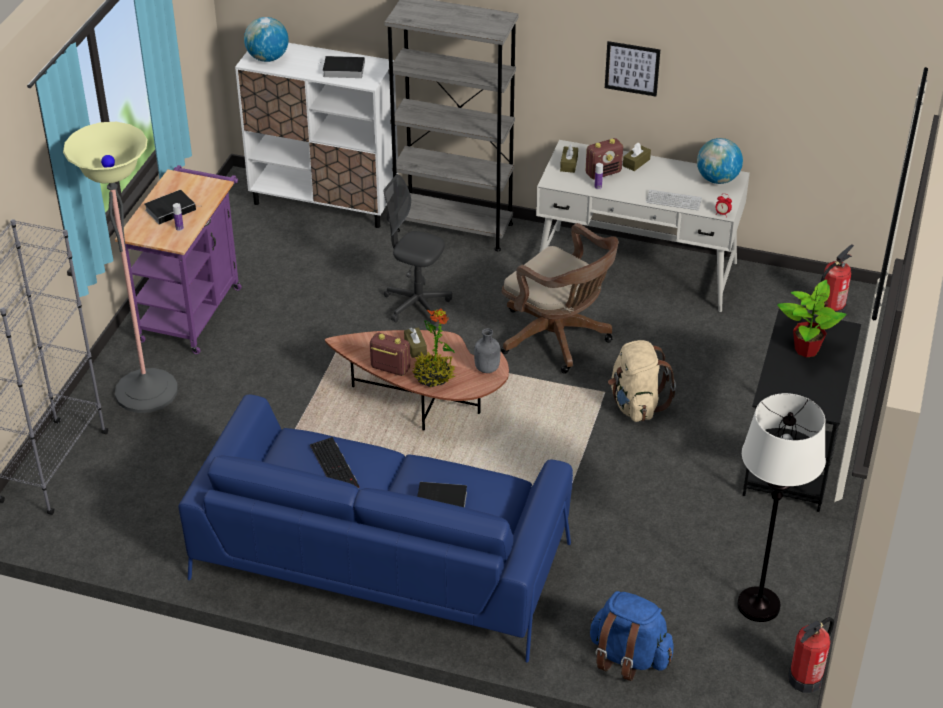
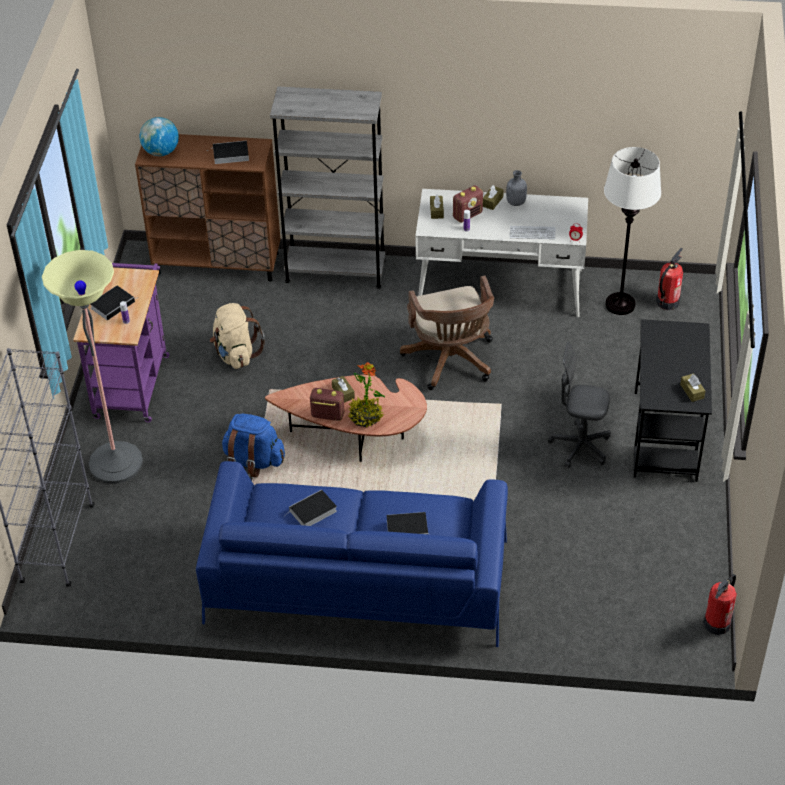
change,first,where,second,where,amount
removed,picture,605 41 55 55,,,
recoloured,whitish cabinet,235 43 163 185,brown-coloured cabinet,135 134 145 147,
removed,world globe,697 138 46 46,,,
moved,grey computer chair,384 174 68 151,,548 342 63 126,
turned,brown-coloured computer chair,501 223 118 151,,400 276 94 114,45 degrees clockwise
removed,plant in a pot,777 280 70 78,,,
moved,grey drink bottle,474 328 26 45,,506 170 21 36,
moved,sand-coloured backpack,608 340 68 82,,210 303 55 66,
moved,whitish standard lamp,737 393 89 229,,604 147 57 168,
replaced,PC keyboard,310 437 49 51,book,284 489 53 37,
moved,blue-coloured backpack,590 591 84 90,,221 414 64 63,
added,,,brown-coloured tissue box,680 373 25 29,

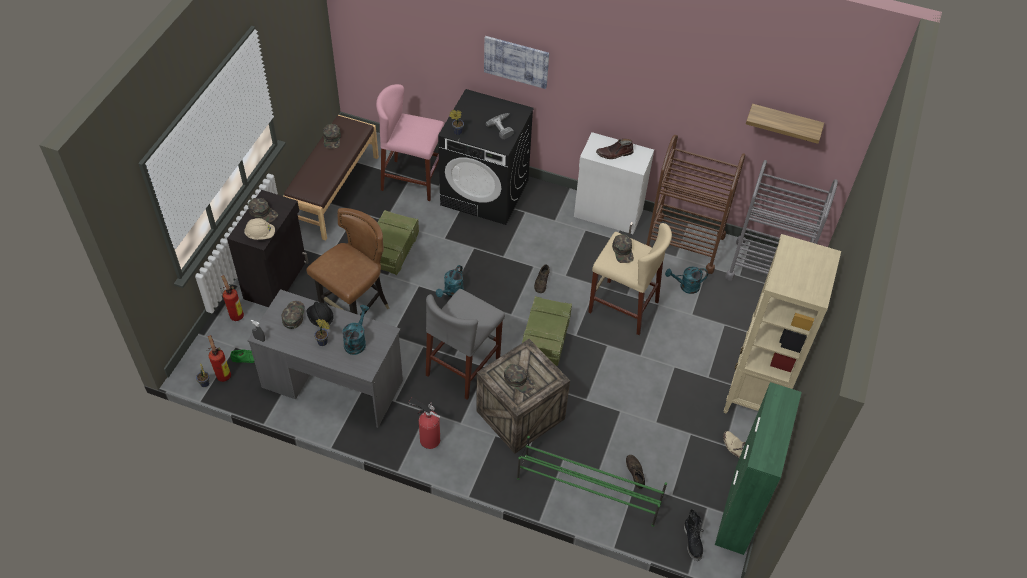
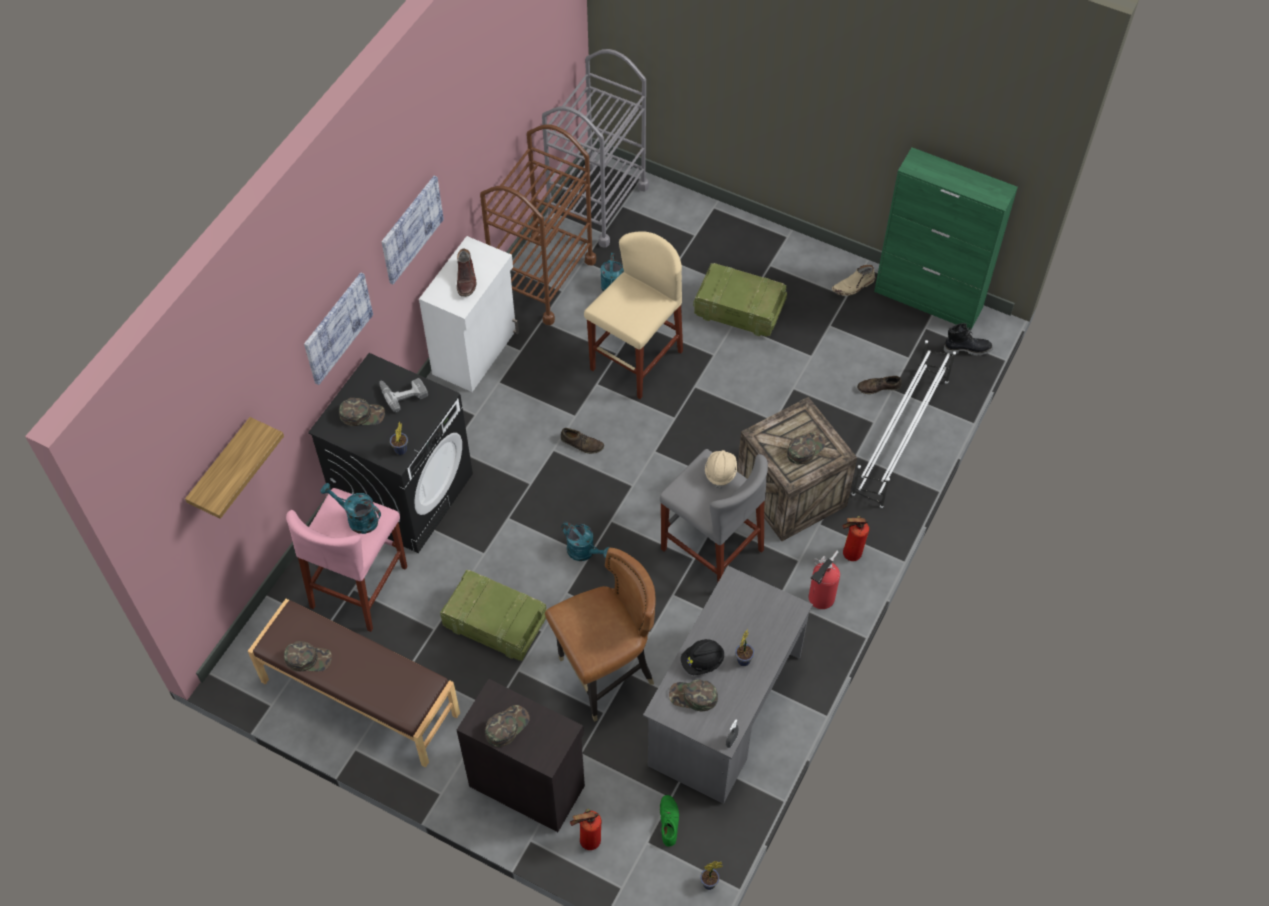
change,first,where,second,where,amount
moved,shelf,746 104 78 40,,185 417 99 102,
turned,brown-coloured chair,307 208 83 107,,545 548 111 174,105 degrees clockwise
moved,sand-coloured safety helmet,244 218 31 22,,705 450 32 39,
moved,green-coloured cap,612 234 22 29,,339 398 46 28,
removed,sand-coloured shelving unit,724 234 117 180,,,
moved,crate,522 296 50 70,,693 263 94 73,
moved,turquoise-coloured watering can,342 305 27 50,,320 483 61 51,
moved,fire-fighting cylinder,206 335 25 47,,842 516 27 45,
recoloured,green-coloured shoe rack,517 436 150 91,whitish shoe rack,852 340 104 168,
added,,,picture,381 176 63 108,

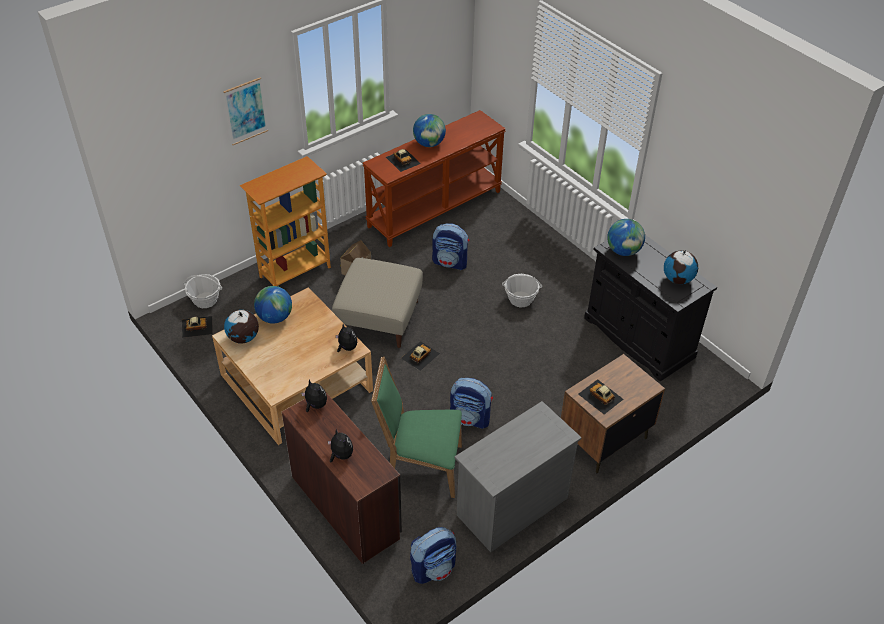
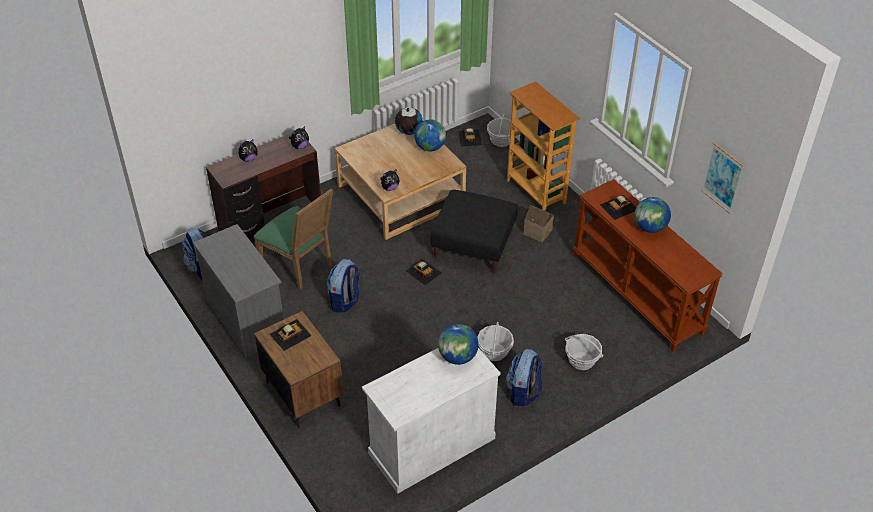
change,first,where,second,where,amount
moved,picture,223 77 45 68,,701 142 43 72,
moved,backpack,432 223 37 47,,506 349 37 57,
recoloured,black cabinet,584 235 133 146,whitish cabinet,362 348 139 146,
removed,world globe,664 250 34 34,,,
recoloured,sand-coloured footrest,332 258 91 90,black footrest,431 190 87 83,
turned,green-coloured chair,371 356 91 142,,254 188 79 101,120 degrees clockwise
added,,,basket,565 334 38 36,

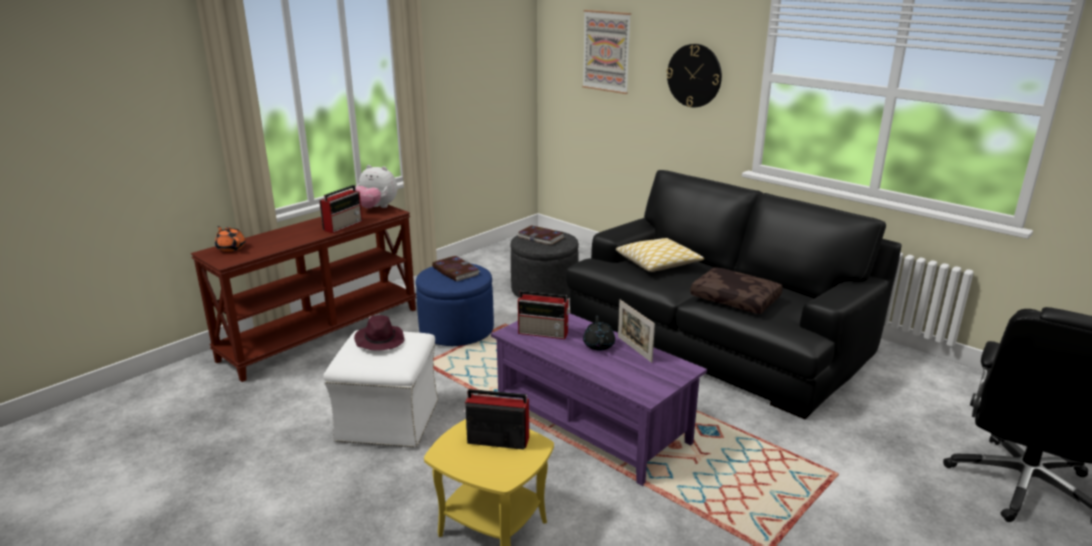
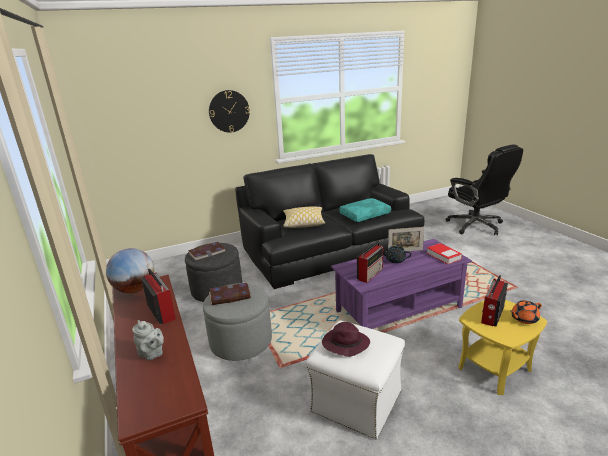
change,first,where,second,where,amount
removed,picture,582 10 49 84,,,
replaced,plush toy,355 165 43 43,world globe,106 248 48 45,
moved,orangey teapot,215 226 31 26,,510 301 32 23,
recoloured,blue-coloured footrest,416 264 78 82,grey footrest,203 283 69 78,
recoloured,brown-coloured cushion,690 267 93 47,turquoise-coloured cushion,339 198 52 24,
added,,,book,427 243 35 21,
added,,,grey teapot,132 320 32 40,

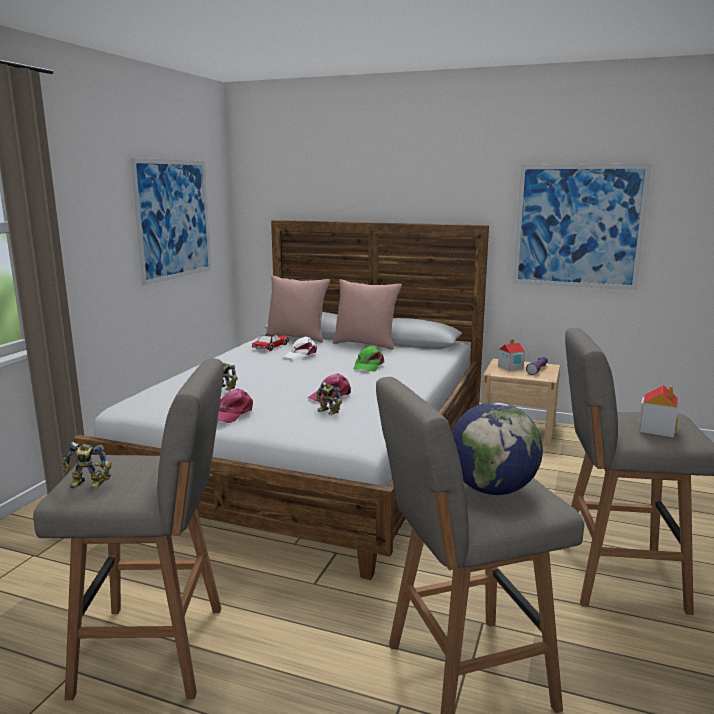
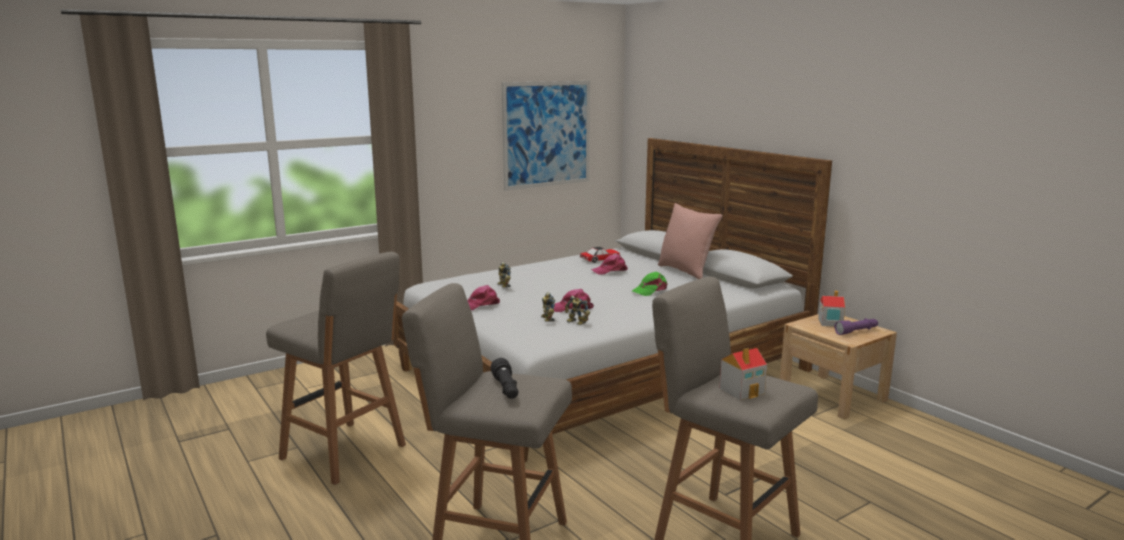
change,first,where,second,where,amount
removed,picture,513 164 139 126,,,
removed,pink cushion,266 275 64 68,,,
recoloured,whitish cap,284 337 33 23,pink cap,591 254 37 21,
replaced,world globe,452 402 91 93,black flashlight,491 358 27 41,
moved,toy robot,61 442 51 46,,565 295 25 30,

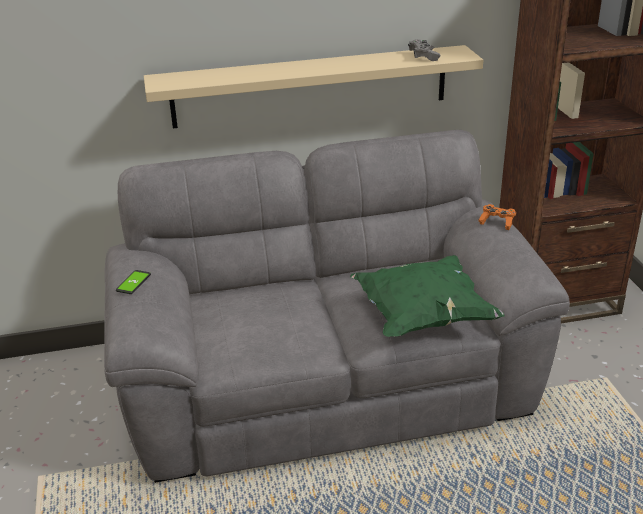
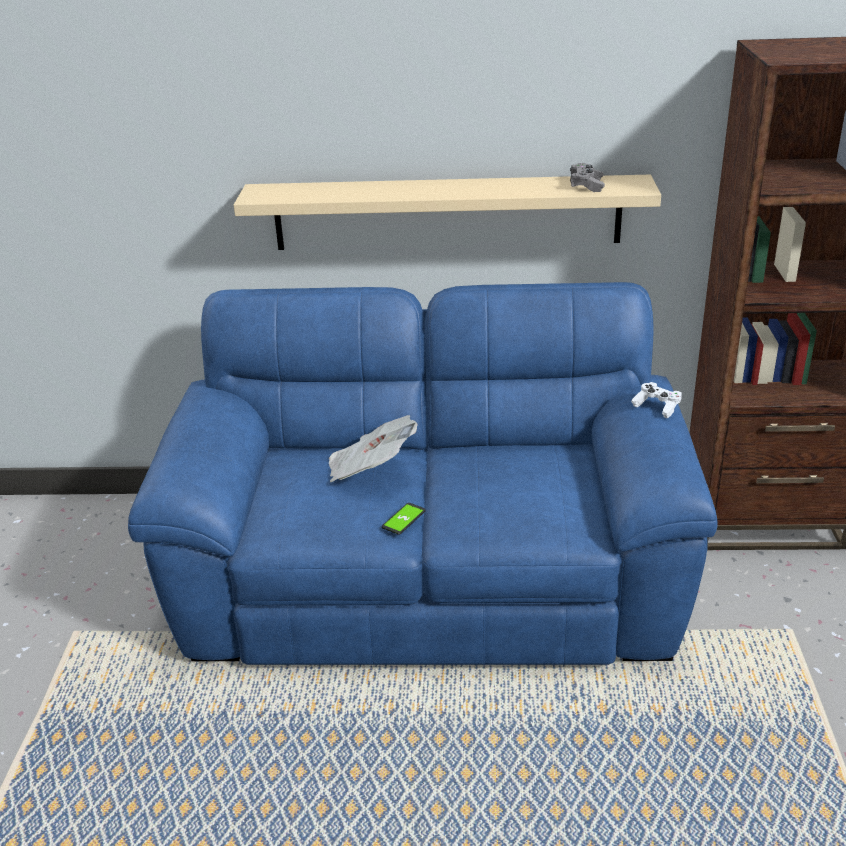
change,first,where,second,where,amount
recoloured,grey settee,104 130 466 353,blue-coloured settee,128 282 590 383,
recoloured,orangey game controller,478 204 38 26,whitish game controller,631 382 51 36,
removed,green-coloured cushion,350 255 155 82,,,
moved,phone,116 270 35 24,,382 503 44 32,
added,,,daily paper,329 415 88 67,

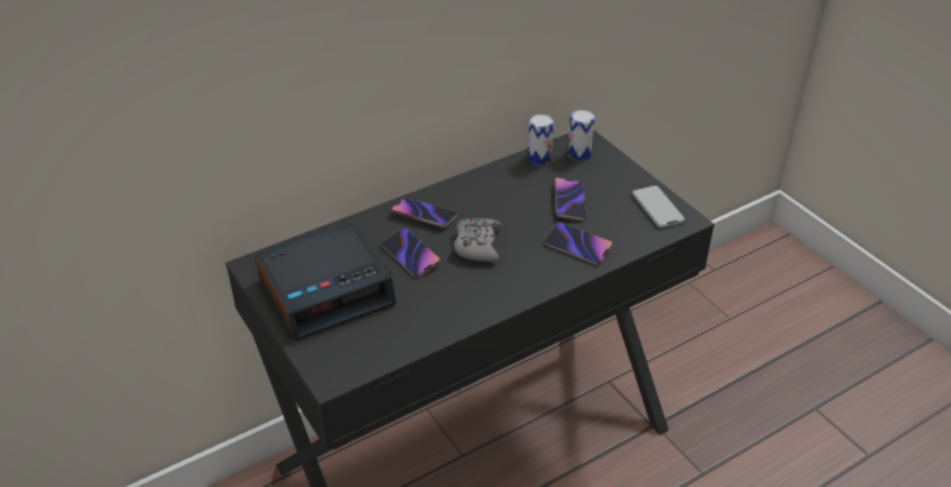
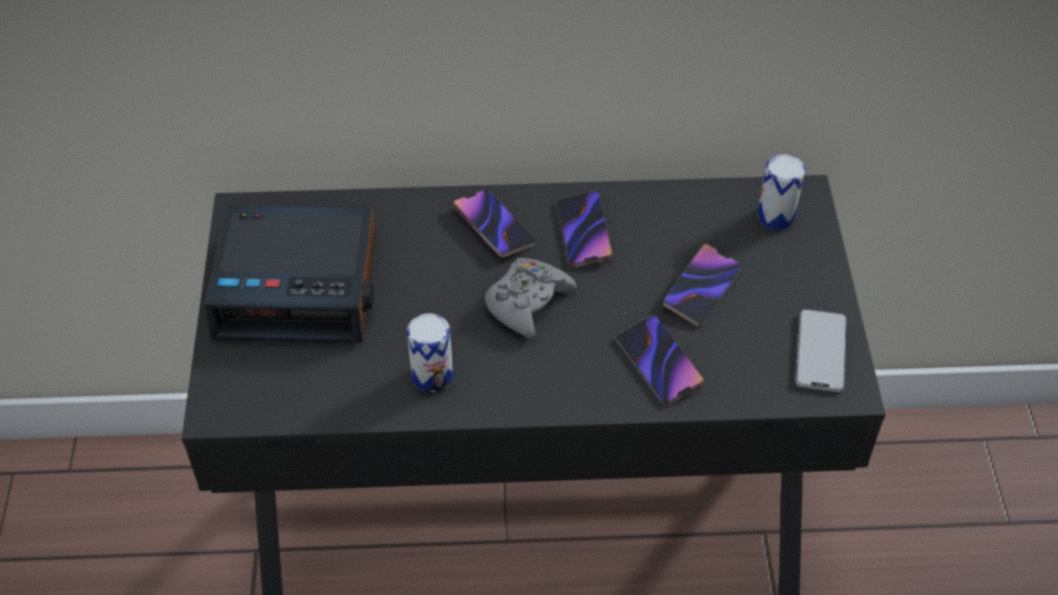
change,first,where,second,where,amount
moved,can,528 114 26 51,,407 314 46 79,
moved,phone,381 228 59 50,,557 191 56 76,

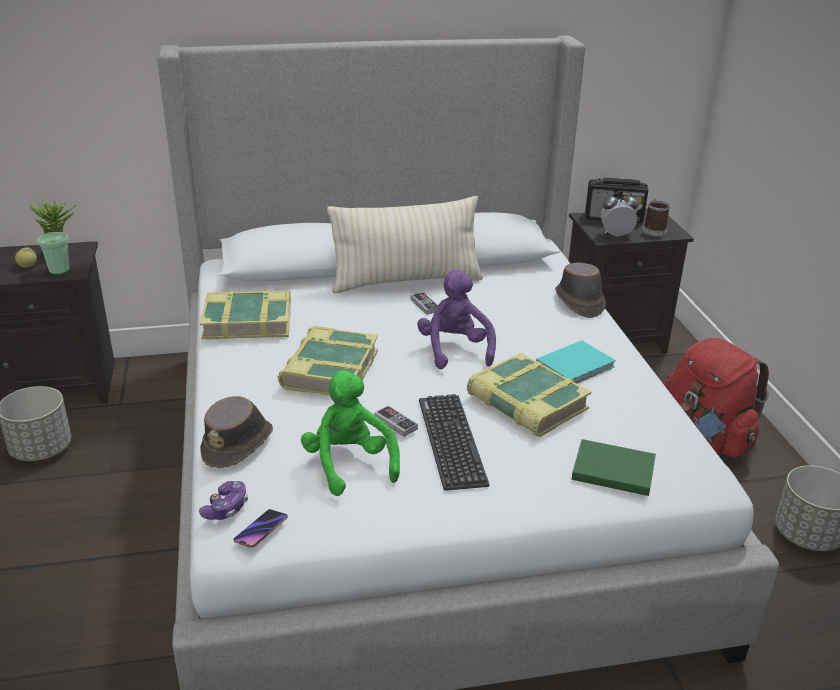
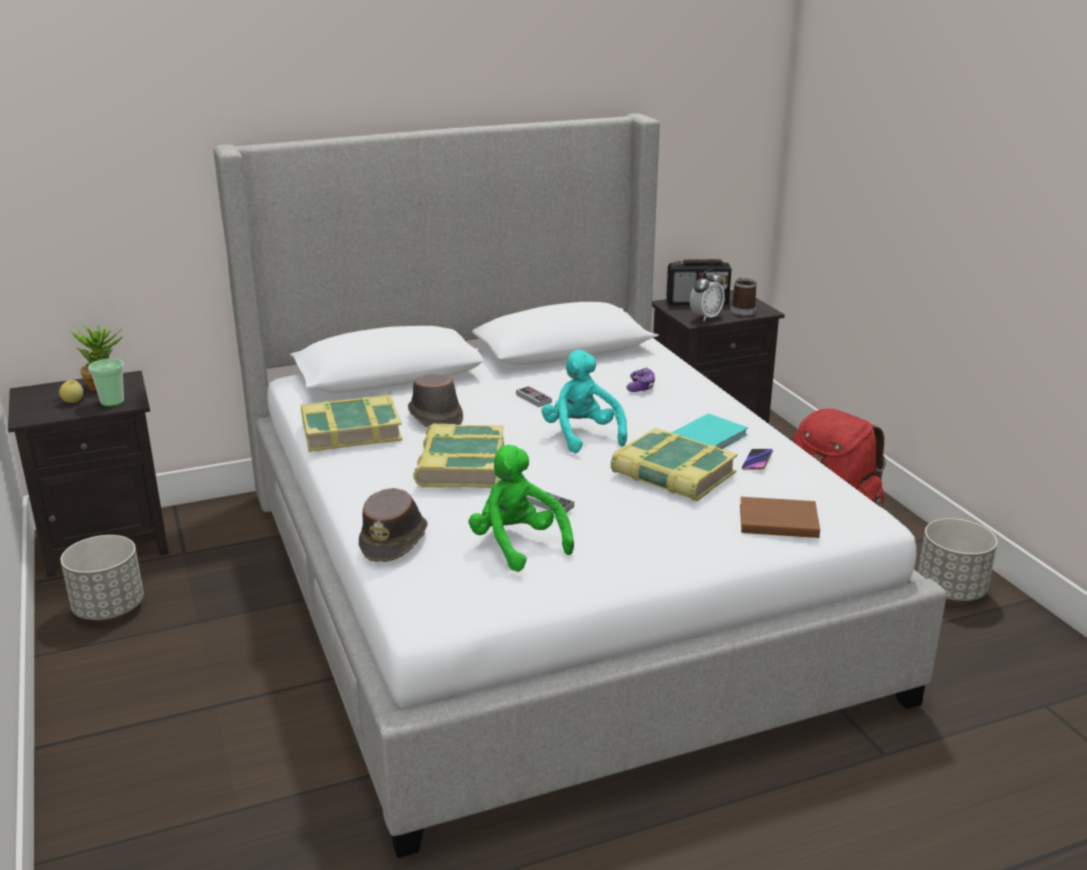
change,first,where,second,where,amount
turned,alarm clock,601 191 37 46,,690 269 35 52,150 degrees clockwise
removed,sand-coloured cushion,327 196 156 97,,,
moved,brown-coloured clothing hat,555 262 51 56,,408 374 55 54,
recoloured,purplish plush toy,417 270 79 99,turquoise-coloured plush toy,541 350 86 103,
removed,PC keyboard,419 394 70 97,,,
recoloured,green-coloured book,572 439 84 57,brown-coloured book,740 497 80 41,
moved,game controller,199 481 49 39,,626 367 29 25,
moved,phone,234 509 54 39,,742 449 31 21,

